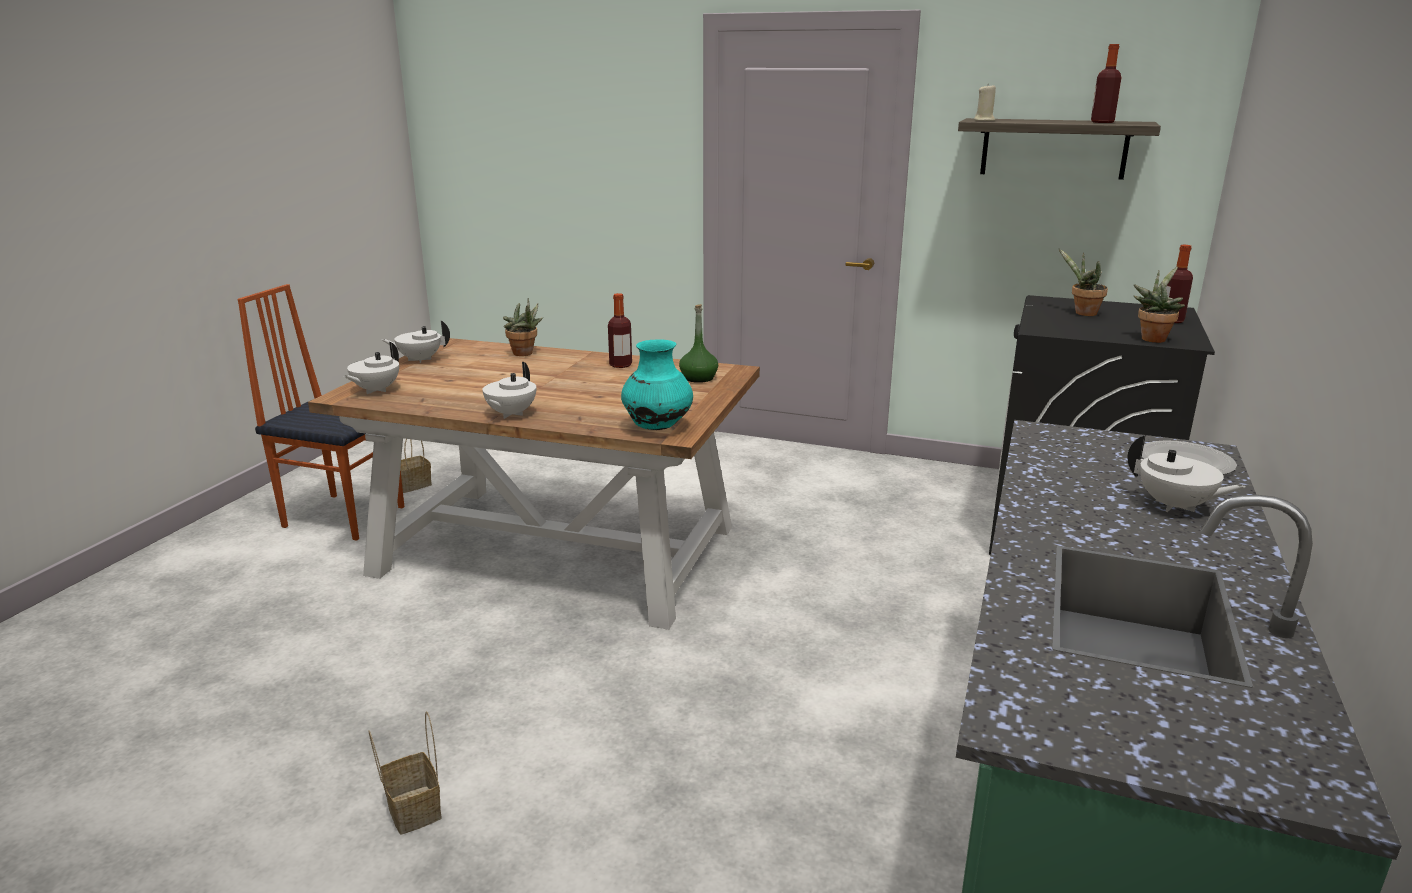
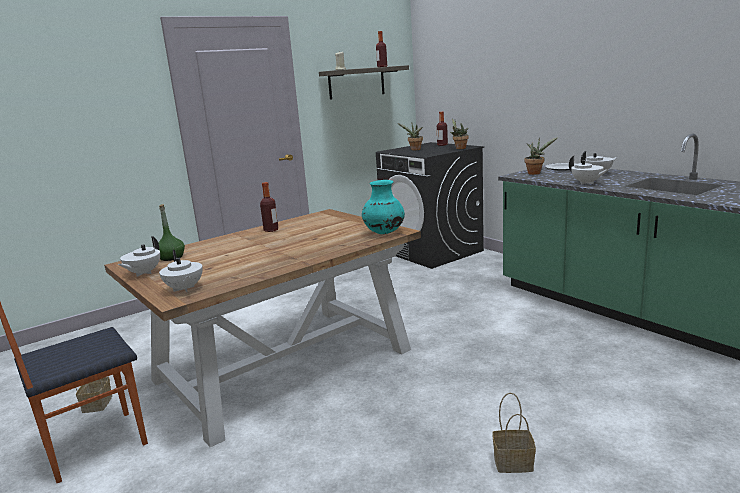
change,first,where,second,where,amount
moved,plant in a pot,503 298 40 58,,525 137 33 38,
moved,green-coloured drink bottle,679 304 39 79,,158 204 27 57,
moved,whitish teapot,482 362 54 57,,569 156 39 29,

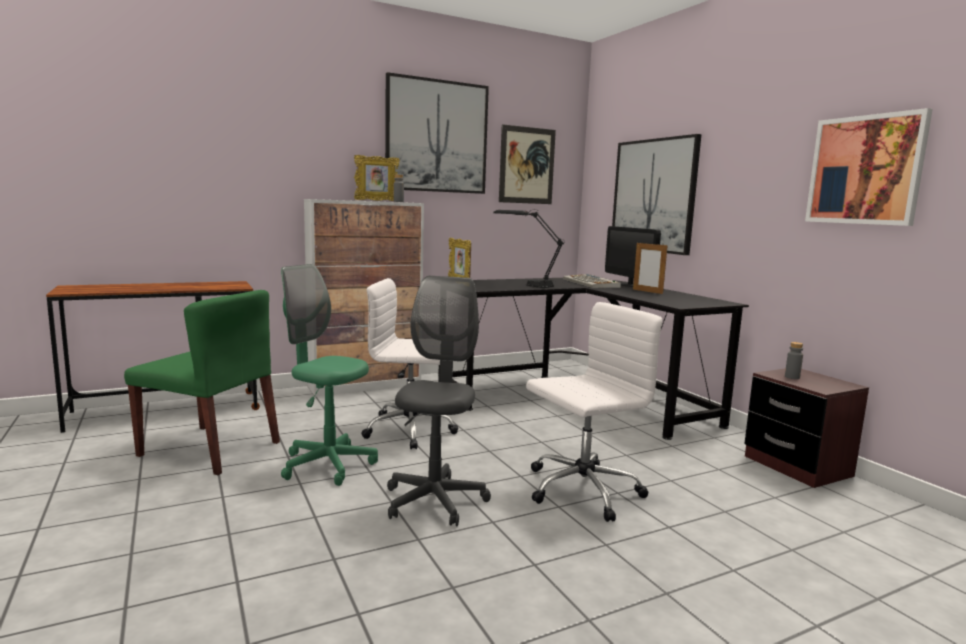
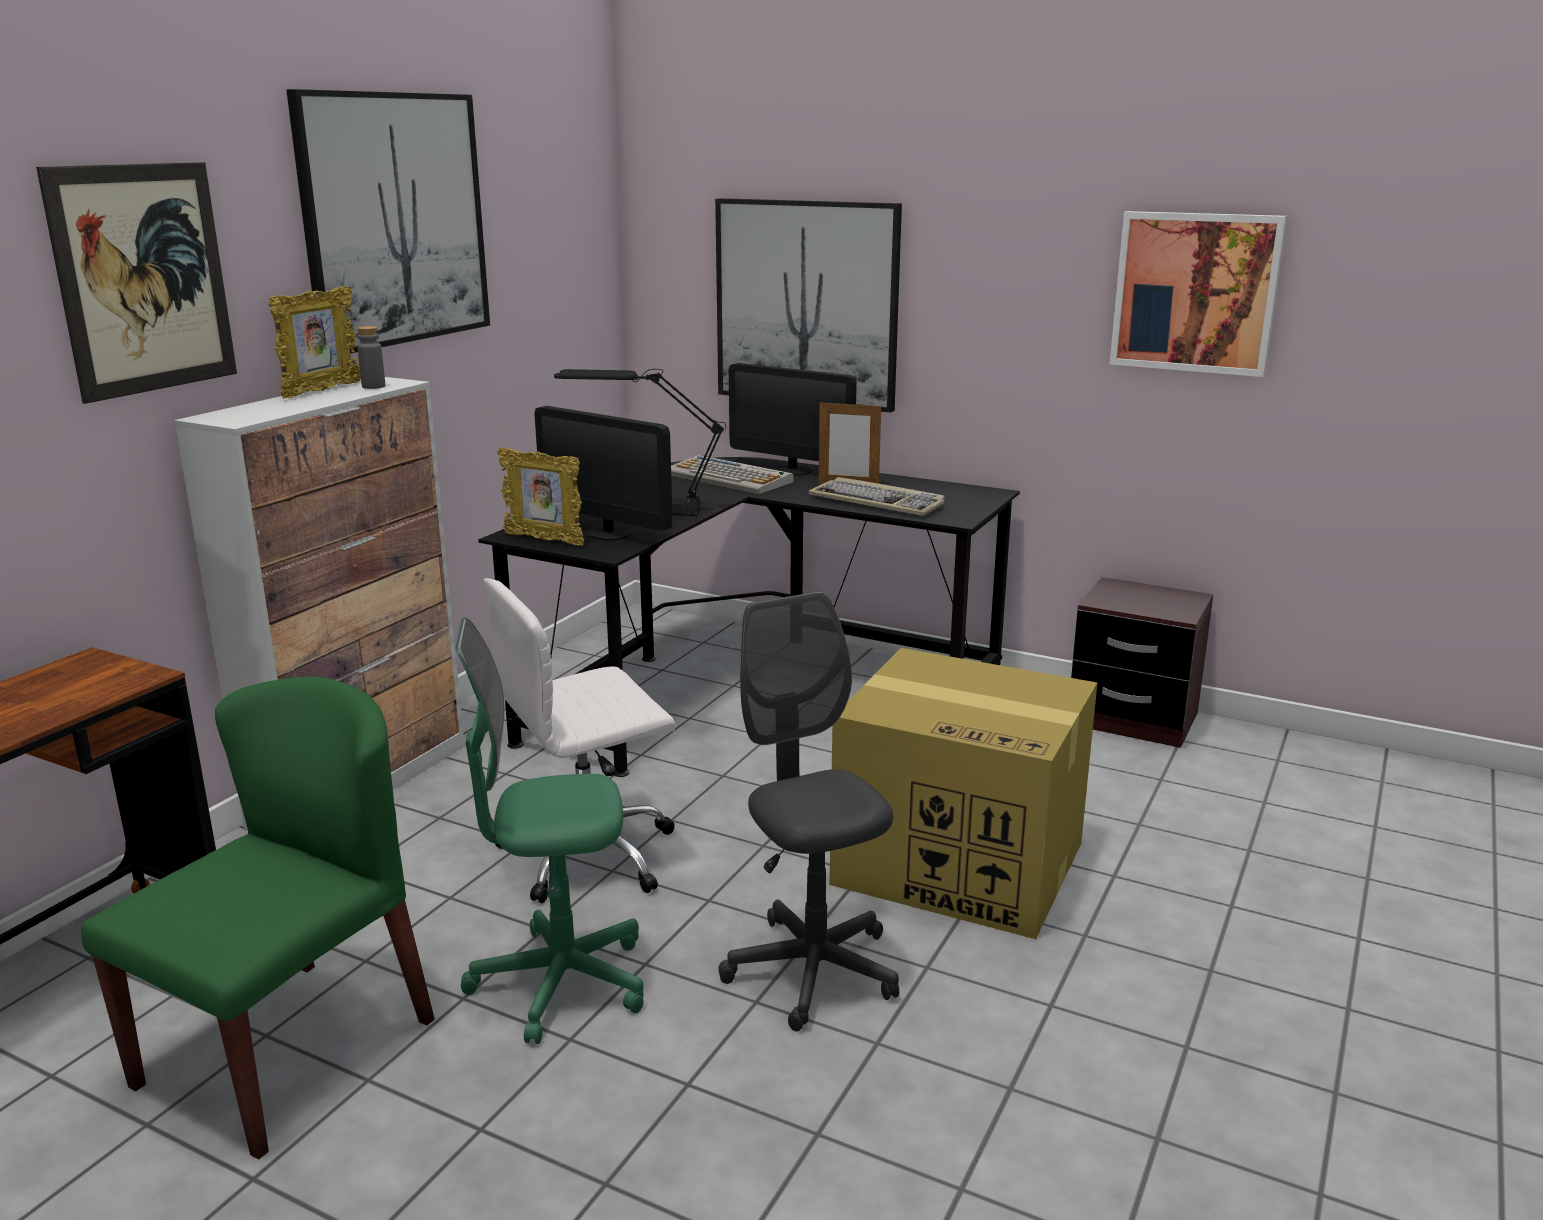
change,first,where,second,where,amount
moved,picture,499 124 57 80,,36 162 201 242,
turned,green-coloured chair,124 290 156 185,,81 677 354 483,45 degrees counterclockwise
replaced,whitish computer chair,526 302 136 220,cardboard box,829 648 268 291,
removed,grey drink bottle,785 342 18 37,,,
added,,,computer screen,535 406 137 135,
added,,,PC keyboard,809 477 136 39,

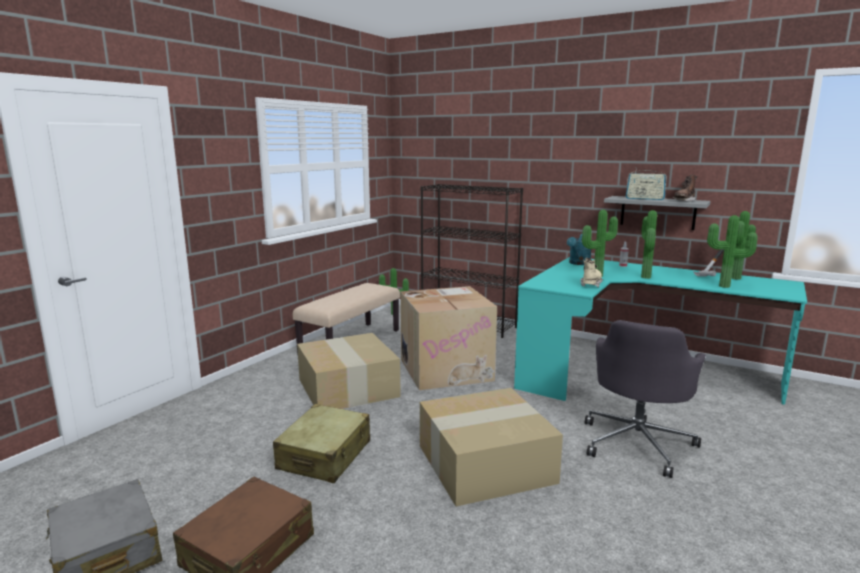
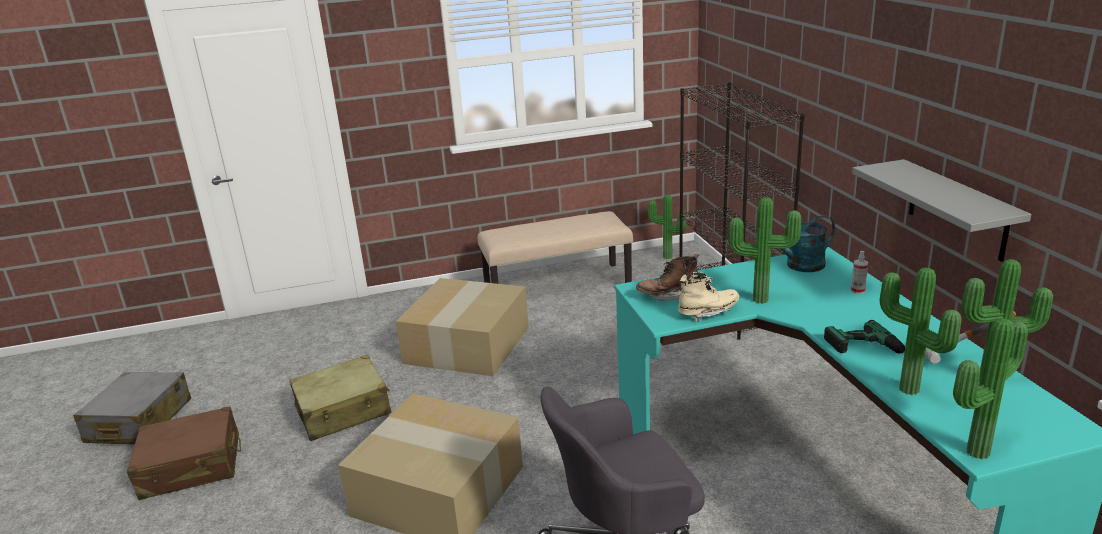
change,first,where,second,where,amount
removed,radio receiver,626 167 41 33,,,
moved,brown-coloured high-top boot,672 175 25 26,,636 254 63 47,
moved,plant in a pot,641 210 16 69,,953 318 75 141,
removed,cardboard box,400 286 97 104,,,
added,,,power drill,824 320 81 33,

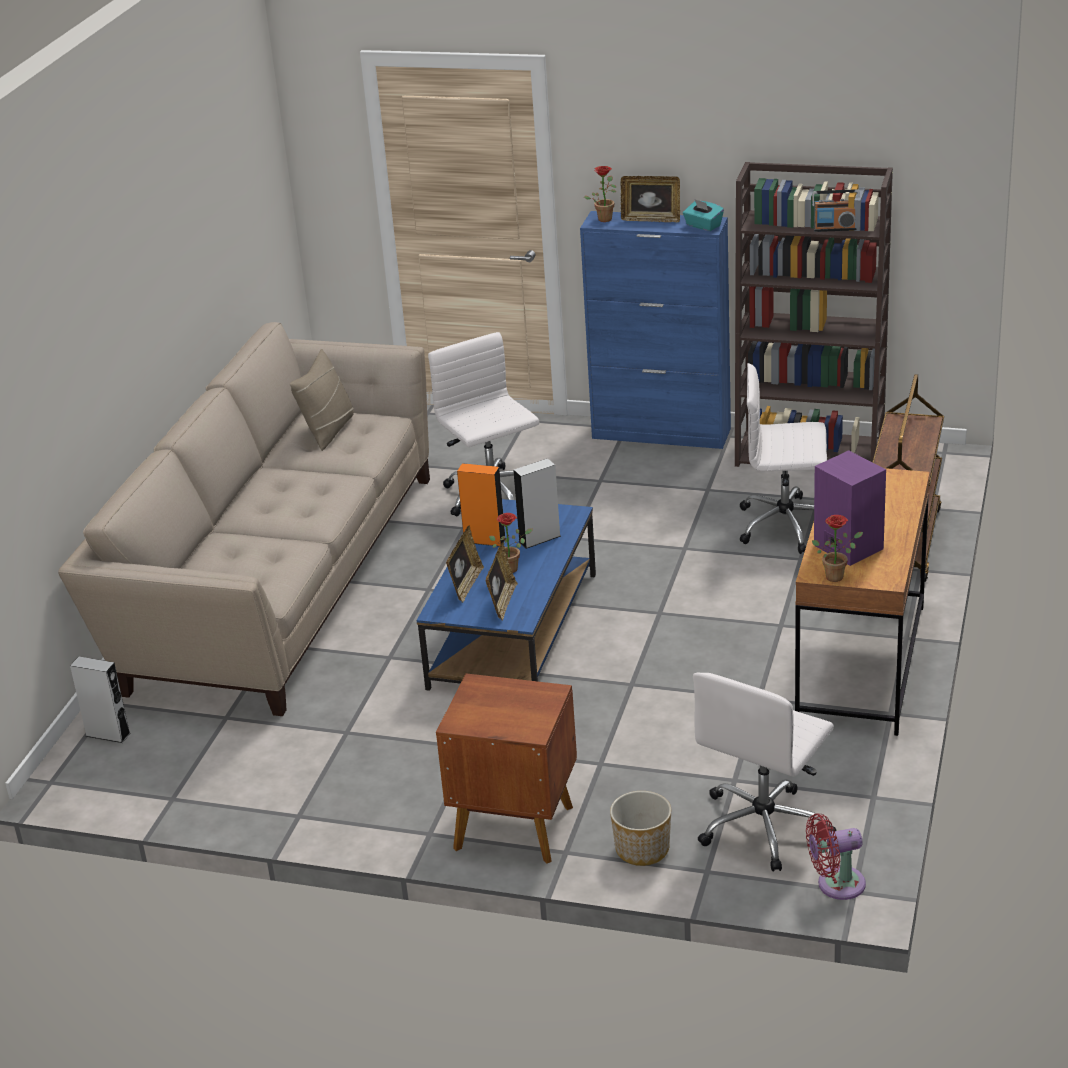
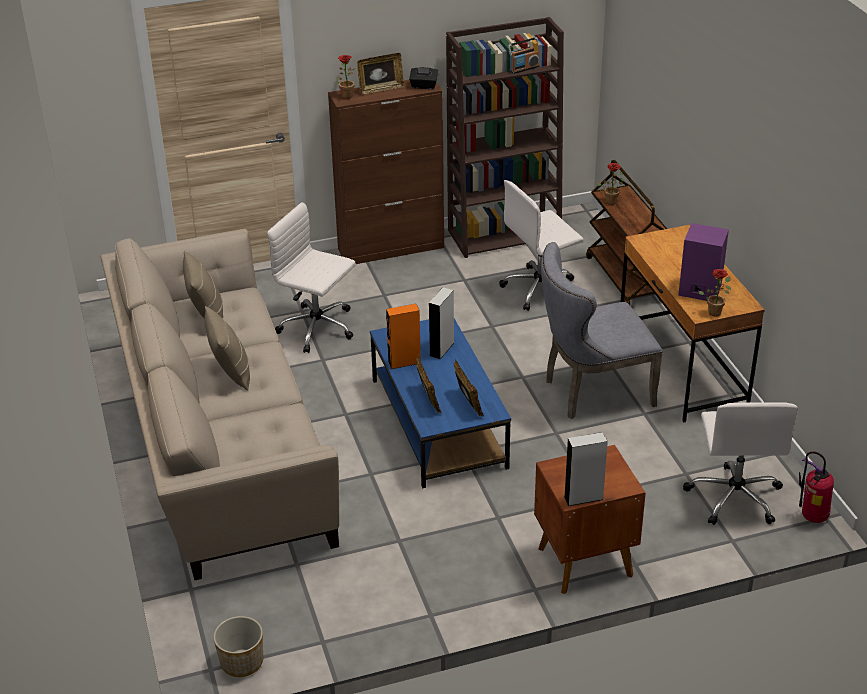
change,first,where,second,where,amount
recoloured,turquoise-coloured tissue box,683 199 41 32,black tissue box,409 67 30 22,
recoloured,blue-coloured cabinet,580 211 151 238,brown-coloured cabinet,328 80 116 184,
moved,plant in a pot,489 513 44 60,,596 163 28 42,
moved,grey speaker,70 656 60 87,,564 432 44 74,
moved,flower pot,610 791 61 75,,213 616 50 61,
replaced,red electric fan,806 813 60 87,fire-fighting cylinder,799 452 35 71,
added,,,grey chair,541 242 122 177,
added,,,sand-coloured cushion,204 306 46 85,

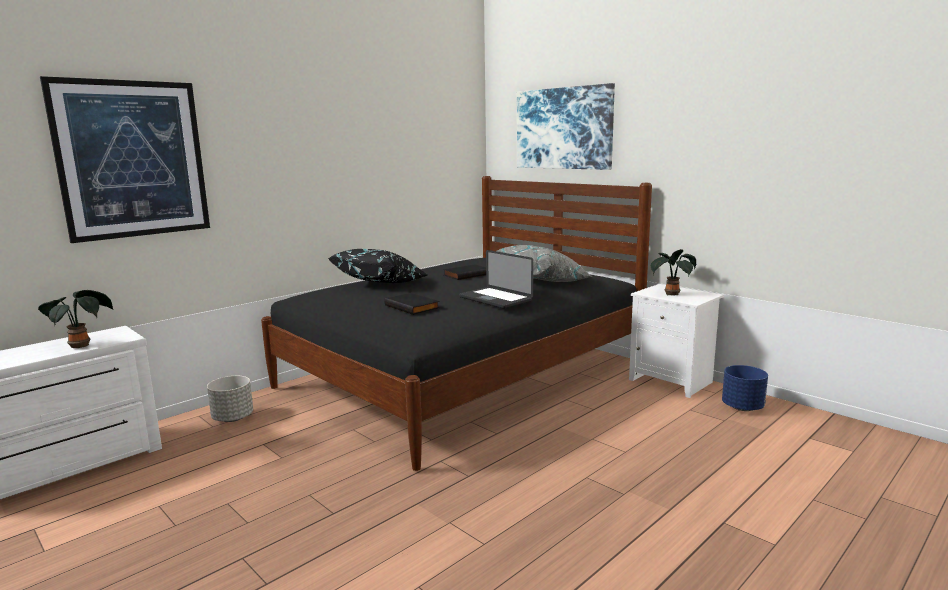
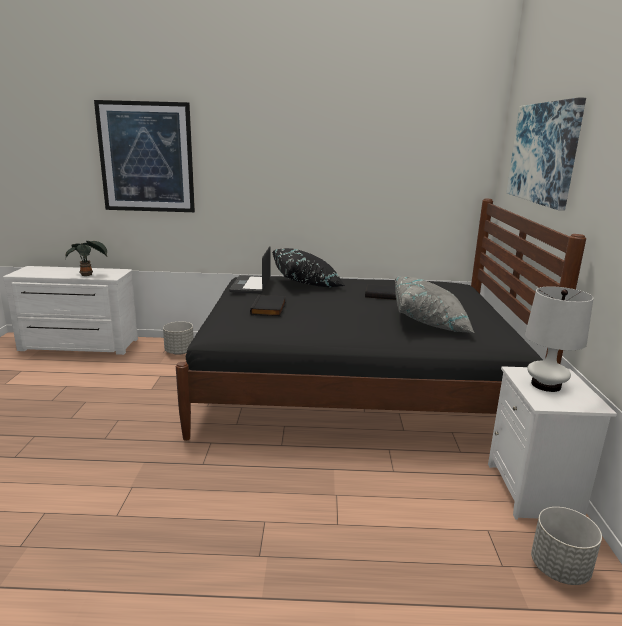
change,first,where,second,where,amount
replaced,plant in a pot,651 249 46 47,whitish tabletop lamp,525 286 69 106,
moved,portable computer,459 250 74 59,,229 246 41 47,
recoloured,blue-coloured flower pot,722 365 46 46,grey flower pot,531 507 71 78,

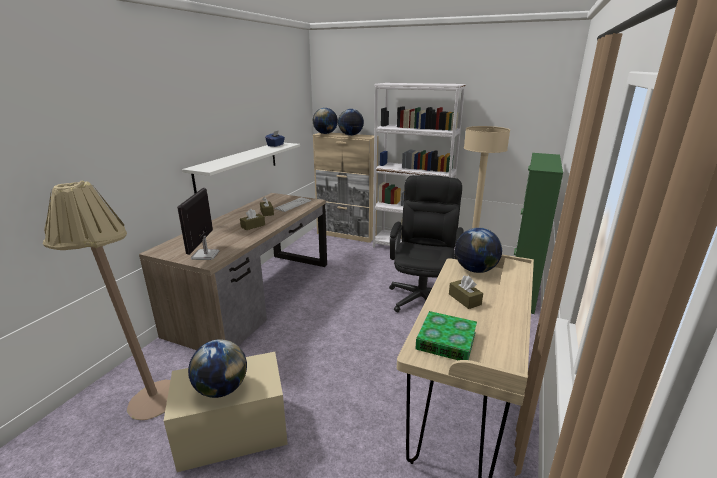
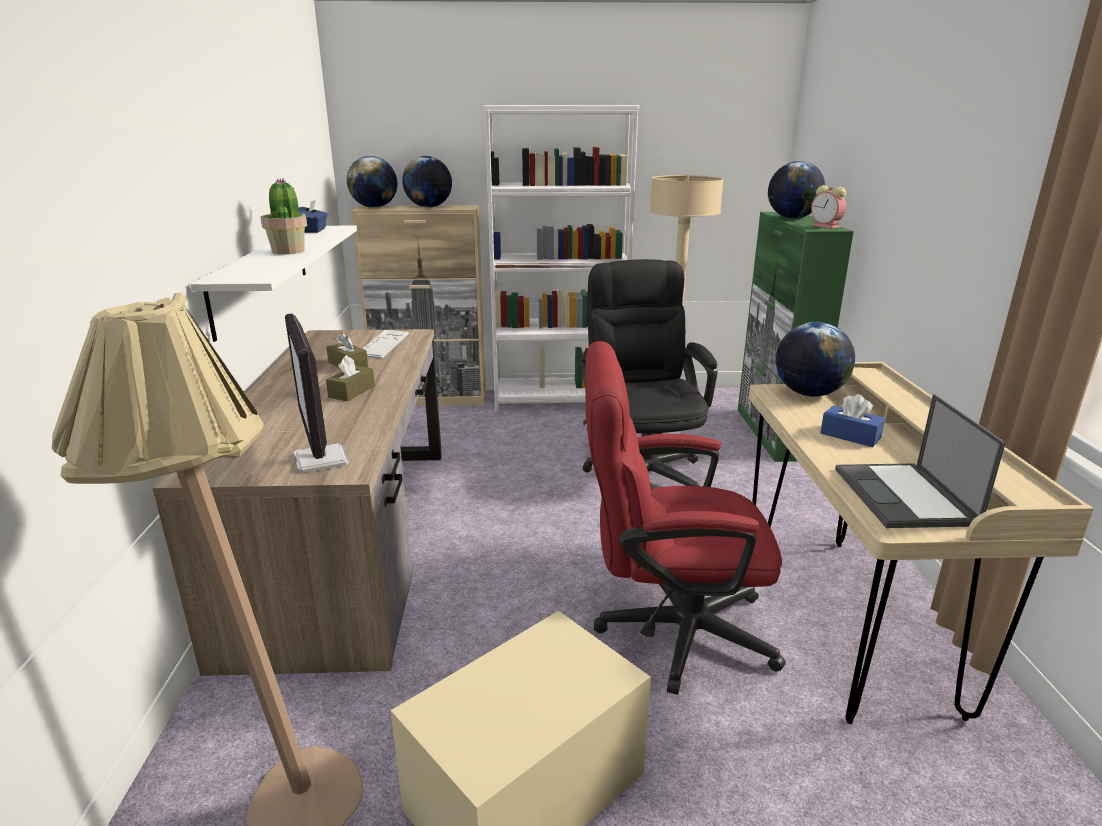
change,first,where,second,where,amount
recoloured,brown-coloured tissue box,449 275 34 34,blue-coloured tissue box,820 394 65 53,
replaced,book,415 311 62 49,portable computer,835 394 171 134,
moved,world globe,188 339 59 59,,768 161 58 58,
added,,,plant in a pot,260 178 47 77,
added,,,alarm clock,811 185 35 44,
added,,,red computer chair,585 341 201 354,

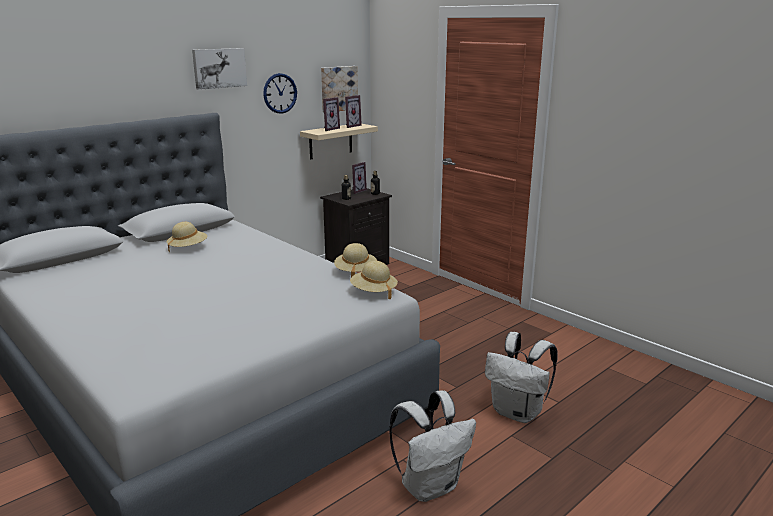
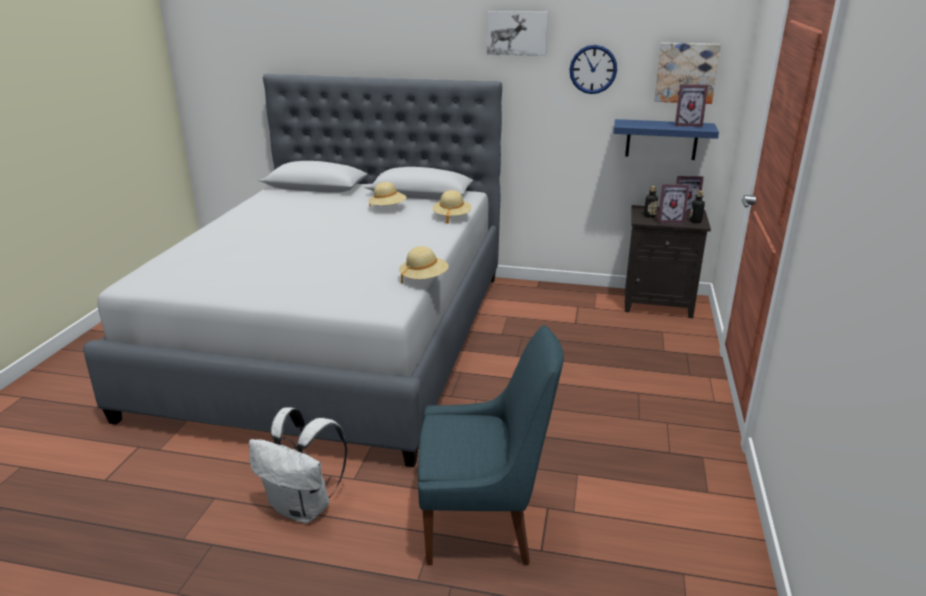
change,first,where,second,where,amount
moved,standing frame,323 97 17 34,,658 184 32 39,
recoloured,sand-coloured shelf,300 124 78 35,blue-coloured shelf,613 119 106 41,
moved,sand-coloured clothing hat,350 261 48 38,,432 190 40 34,
replaced,whitish backpack,485 332 73 91,blue-coloured chair,418 325 146 240,

